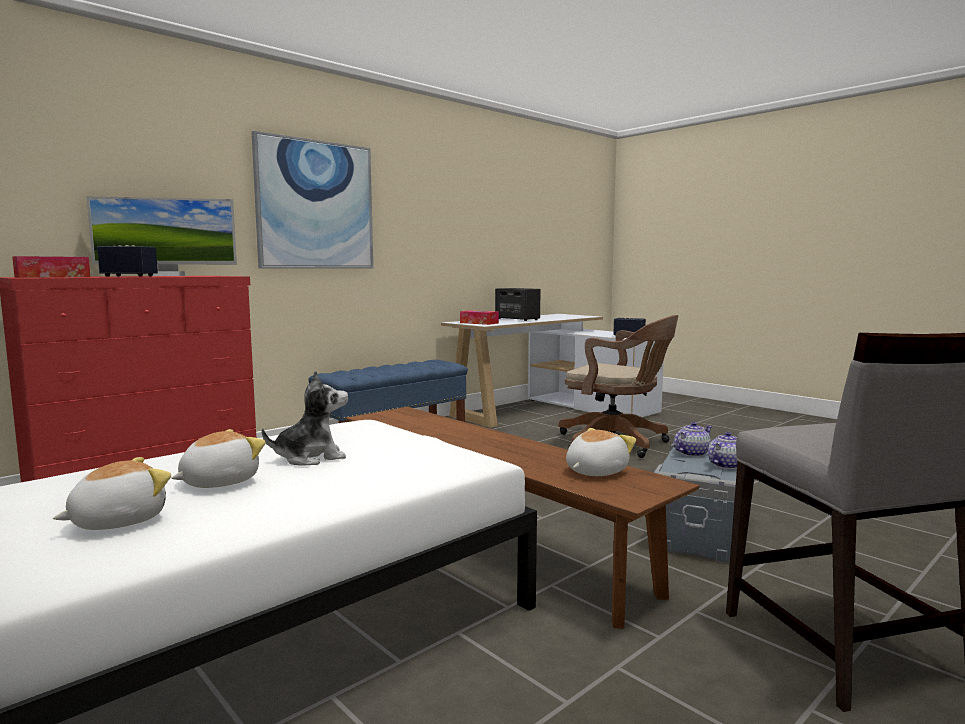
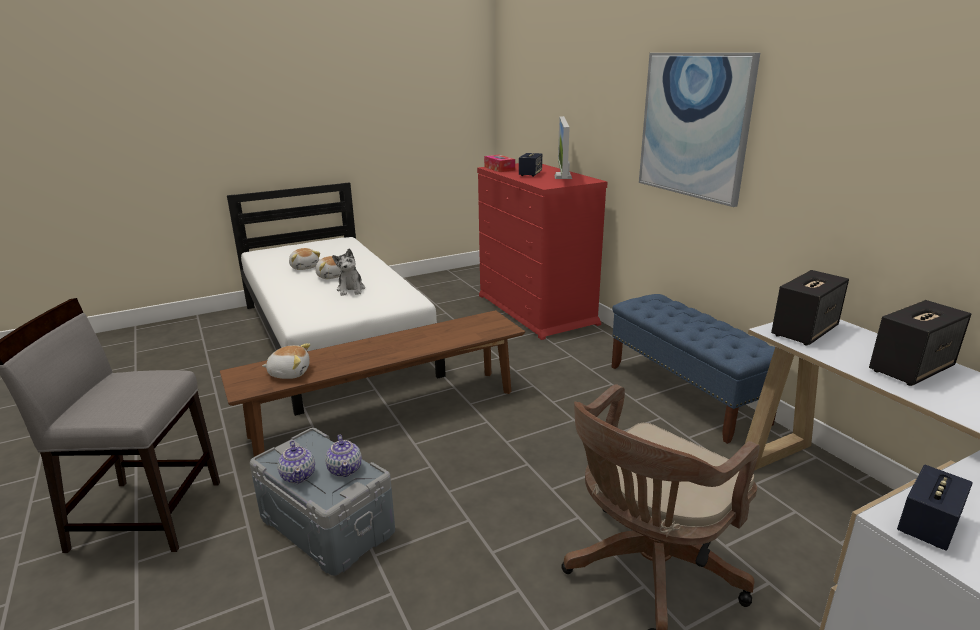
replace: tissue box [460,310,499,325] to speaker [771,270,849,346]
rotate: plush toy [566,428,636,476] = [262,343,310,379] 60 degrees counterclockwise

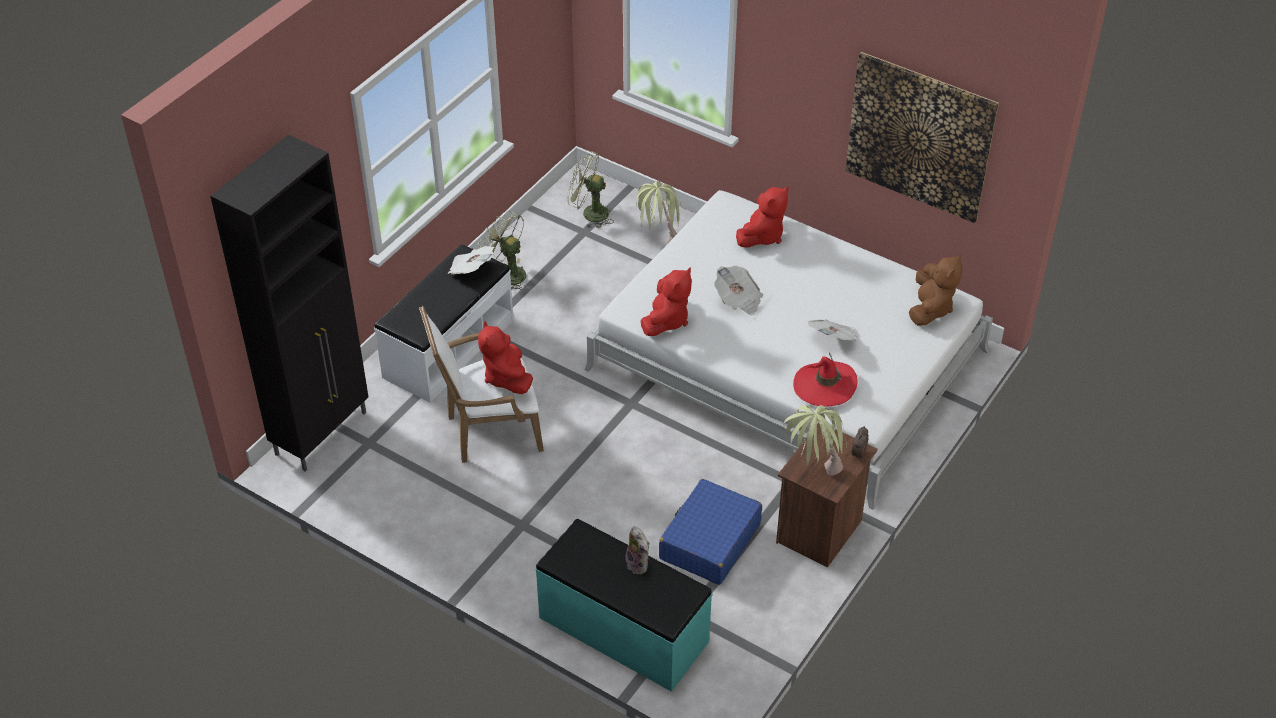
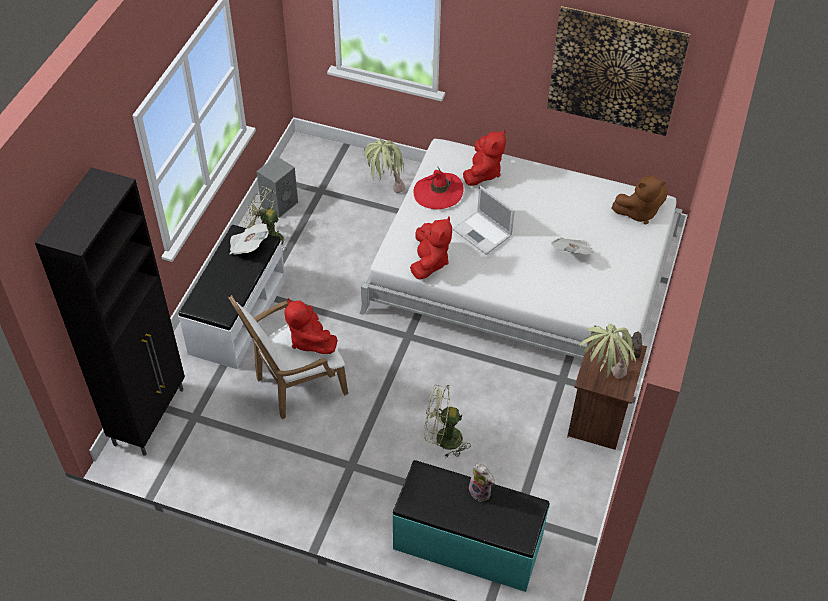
delete: suitcase/blue [659,479,762,585]
insert: speaker/grey [257,156,298,218]
move: fan/green [567,150,614,228] to [425,385,471,458]; hat/red [793,352,858,407] to [413,166,464,209]
replace: newspaper [714,266,763,316] to laptop [453,186,515,255]
rotate: plush toy/brown [909,254,963,326] = [611,175,668,225] 75 degrees clockwise

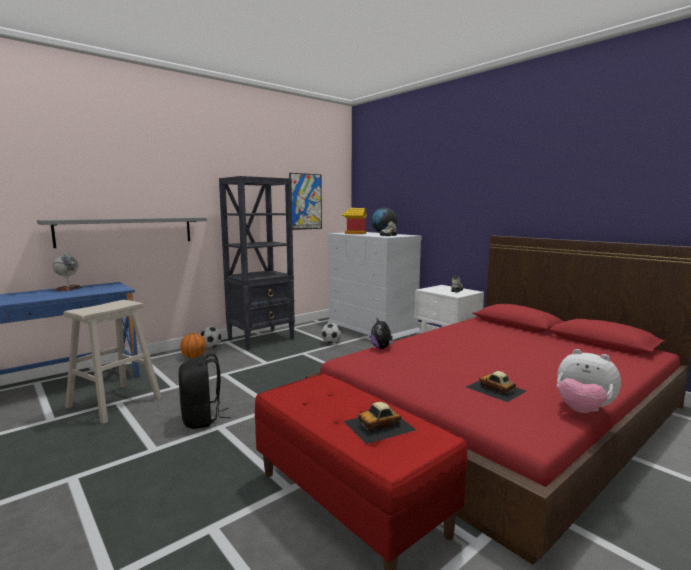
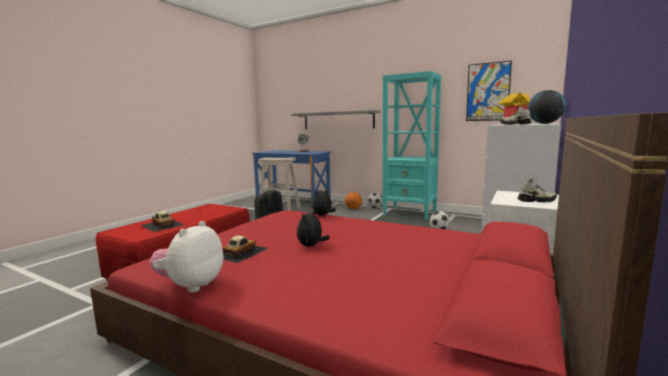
insert: plush toy [297,209,330,247]
recolor: bookcase/black [219,176,295,350] to bookcase/turquoise [382,71,441,220]

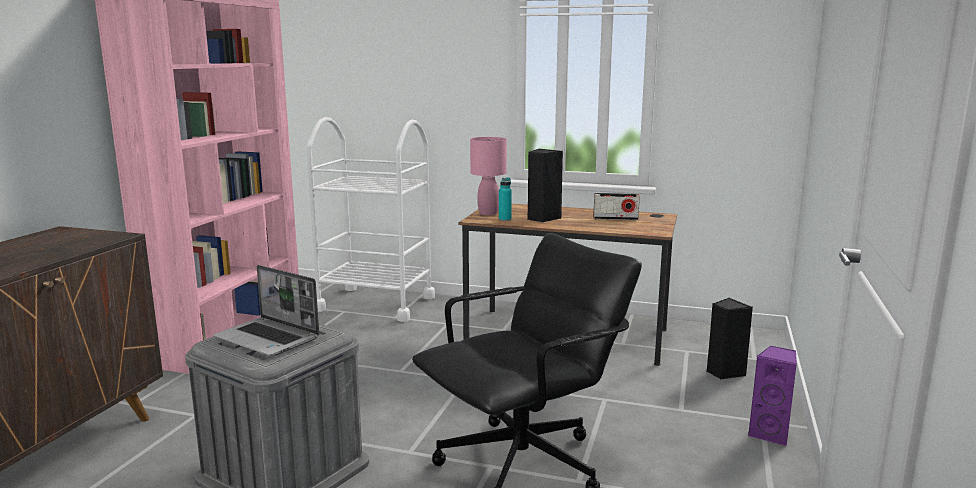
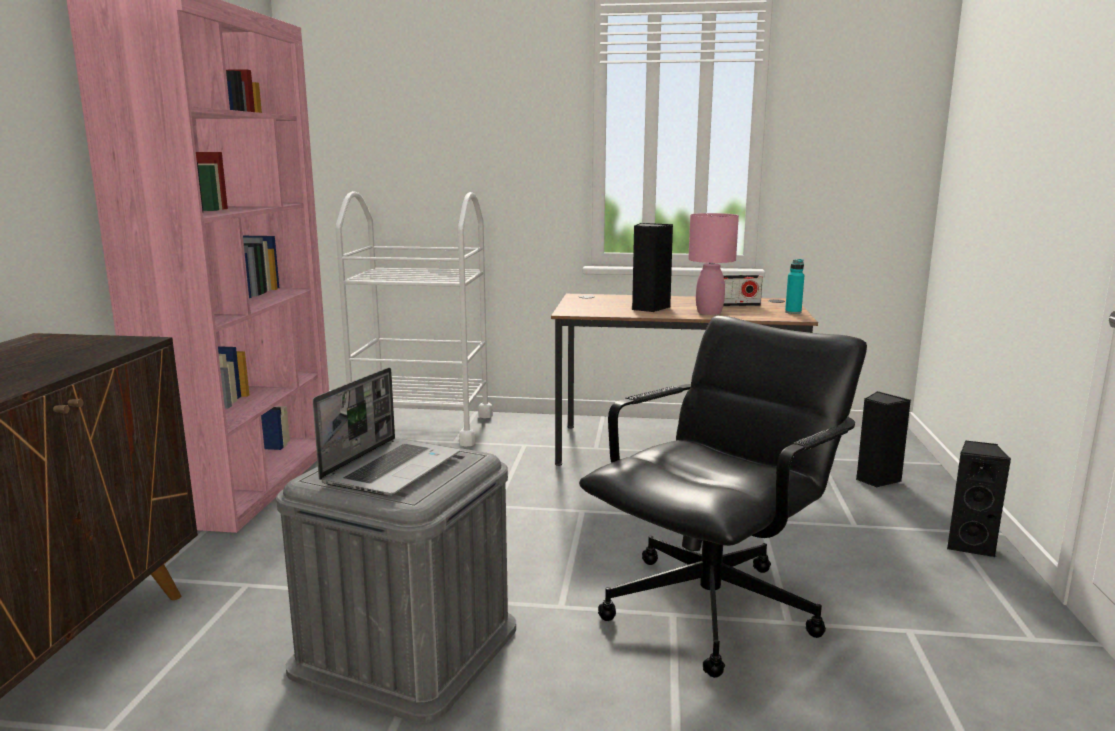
move: table lamp/pink [470,137,507,215] to [688,213,739,315]; bottle/turquoise [499,177,512,221] to [785,259,804,314]
recolor: speaker/purple [748,346,797,446] to speaker/black [947,441,1012,558]
rotate: laptop [213,265,319,356] = [313,367,460,496] 90 degrees counterclockwise

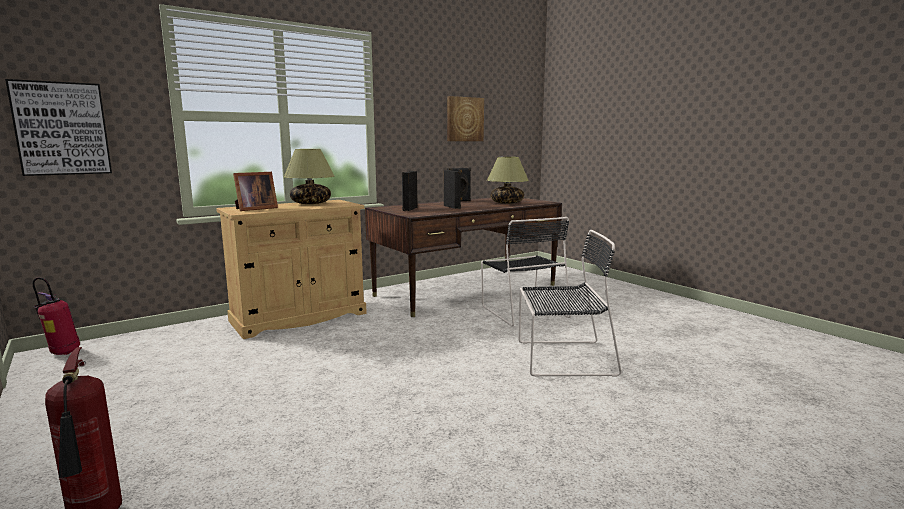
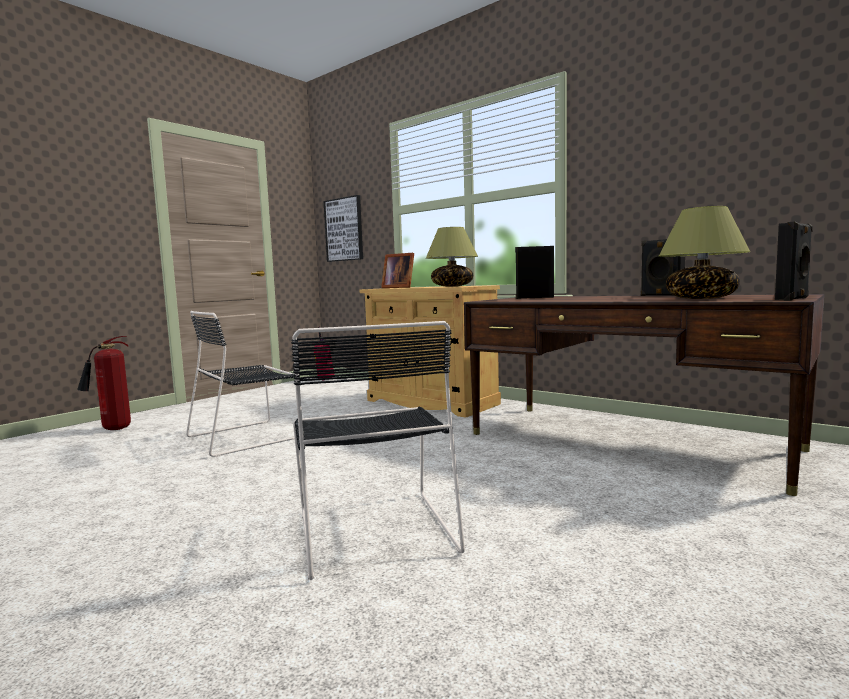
delete: picture [447,96,484,141]
move: speaker/black [444,170,461,209] to [775,222,813,301]; chair/black [481,217,571,327] to [186,311,295,457]

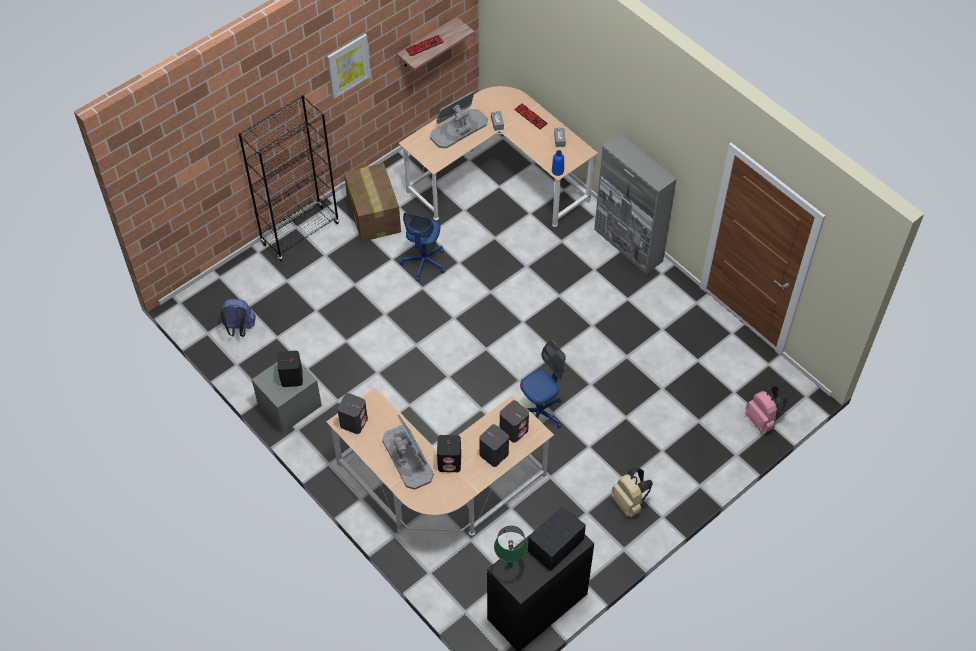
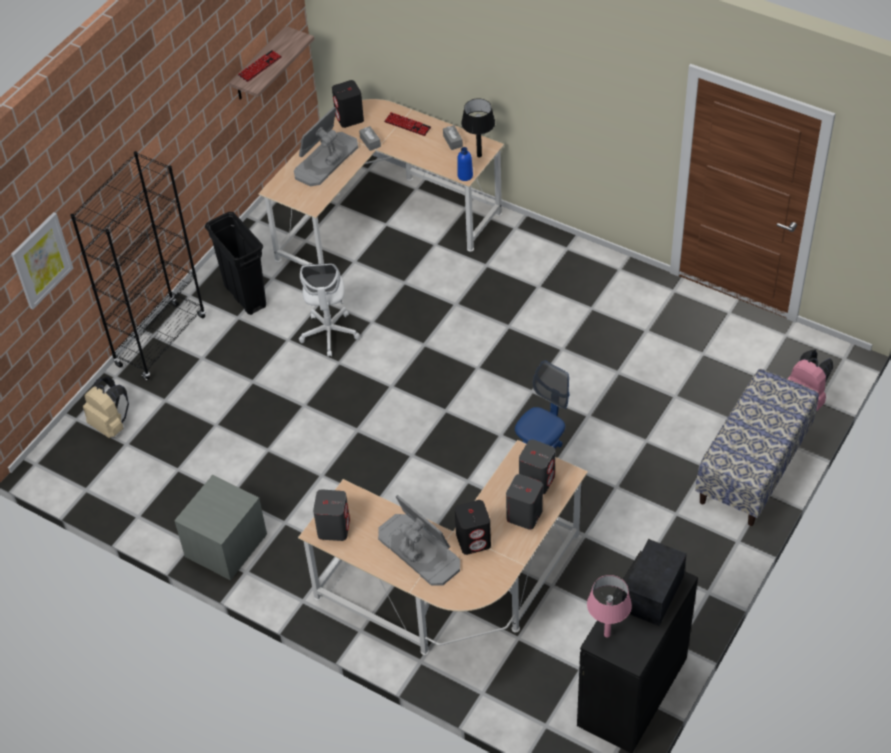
delete: backpack/blue [220,299,256,337]; cabinet/grey [594,133,677,274]
insert: table lamp/black [461,99,495,158]; bench [695,369,819,526]
move: speaker/black [277,351,303,387] to [332,80,364,128]; picture [327,34,371,99] to [11,212,73,310]; backpack/beige [611,468,653,517] to [83,376,129,438]
replace: cardboard box [344,163,401,242] to trash can/black [205,212,266,315]
recolor: office chair/blue [400,213,446,282] to office chair/white [299,263,360,357]; table lamp/green [494,526,528,568] to table lamp/pink [587,575,632,638]

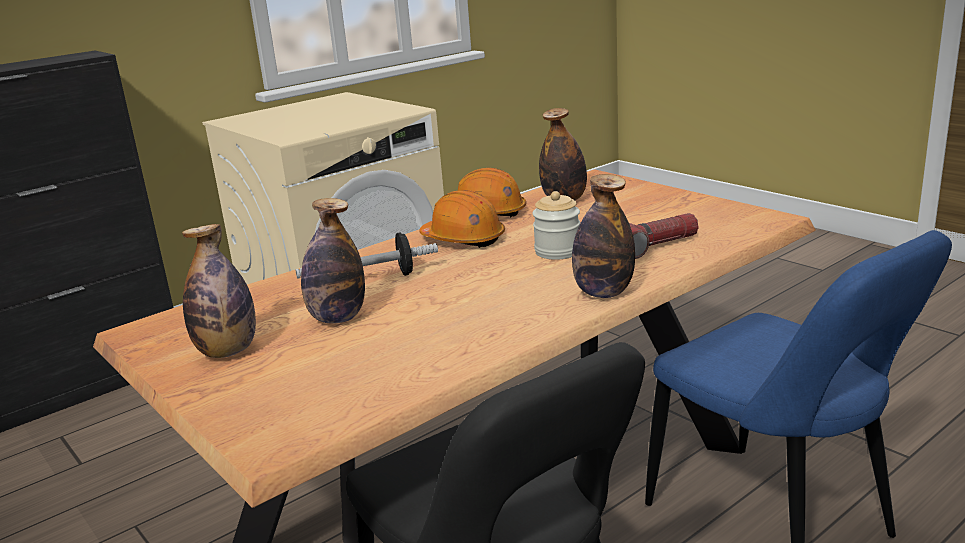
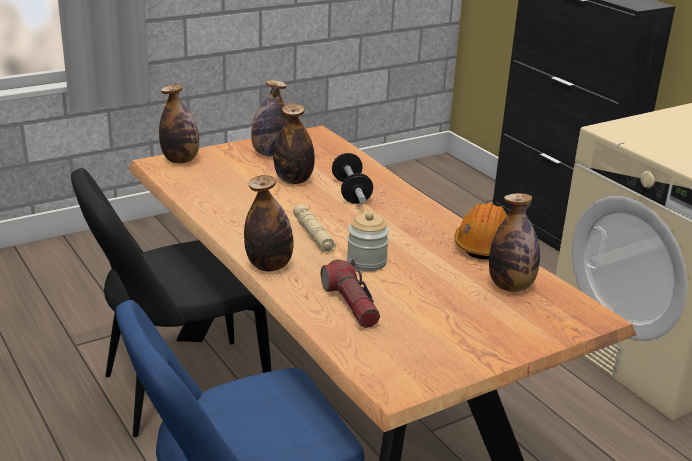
delete: hard hat/orange [419,190,505,248]
insert: bottle [159,84,199,163]; flashlight/beige [293,204,336,252]

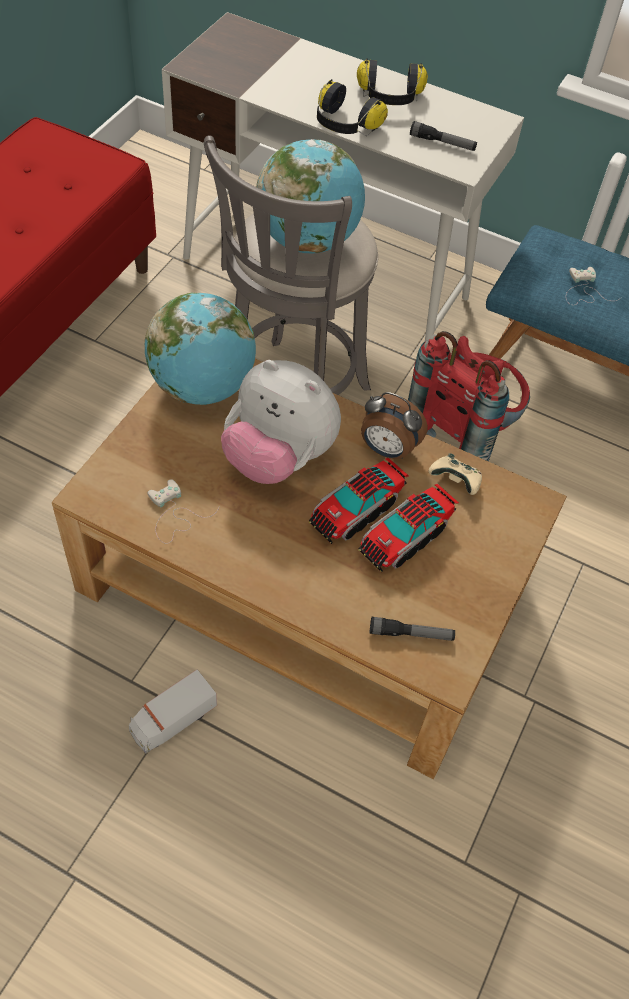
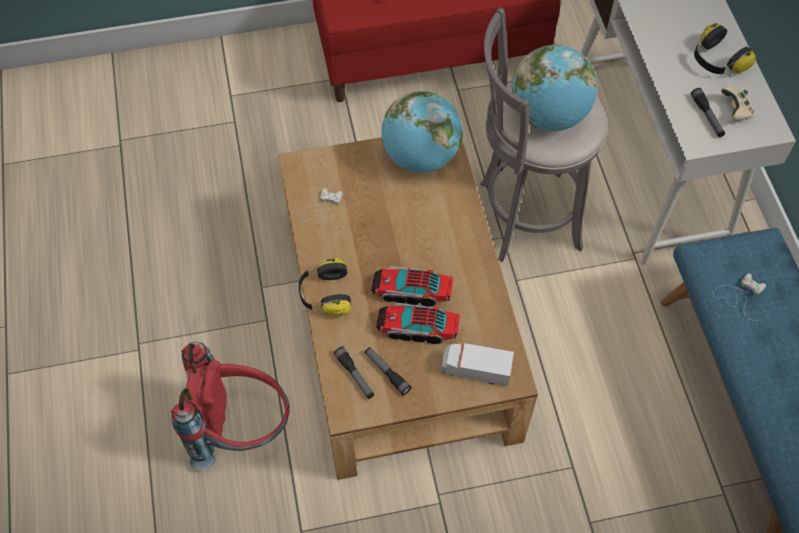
delete: plush toy [221,360,341,484]; alarm clock [361,392,428,459]
insert: flashlight [365,347,412,396]
move: toy truck [129,669,217,754] to [441,342,514,386]; headphones [317,79,388,136] to [299,258,351,317]; backpack/red [408,331,530,462] to [171,341,290,470]; game controller/beige [429,453,482,495] to [721,87,755,120]

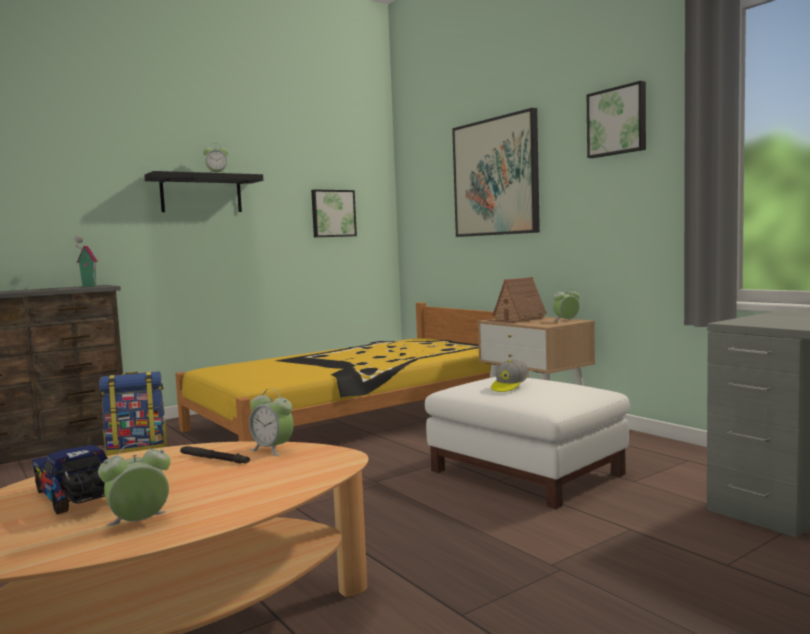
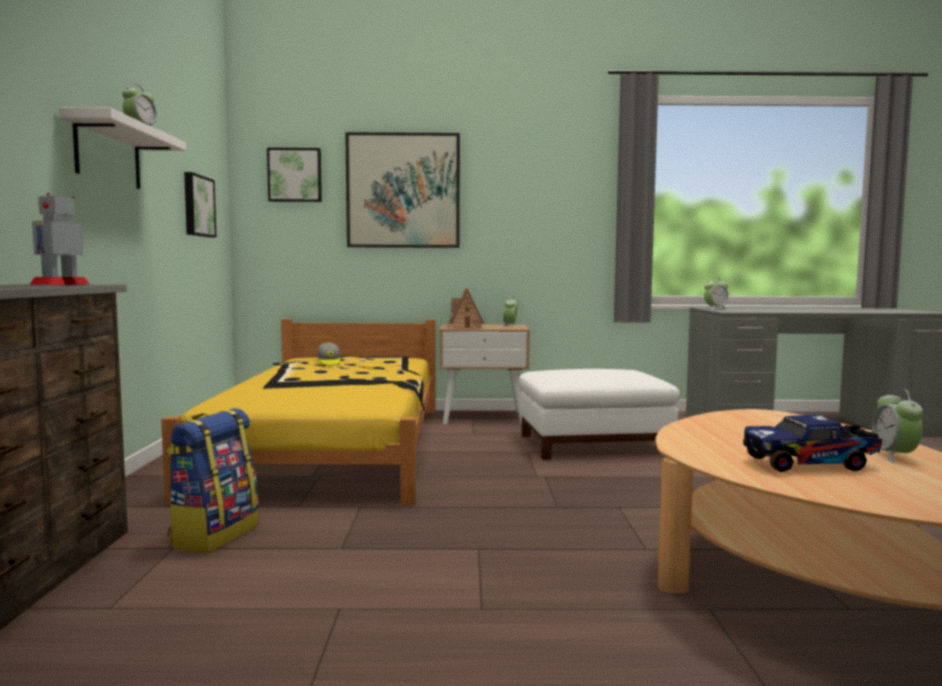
delete: flashlight/black [180,446,250,463]
move: alarm clock [249,388,294,456] to [704,277,728,309]; cap [491,359,528,392] to [317,343,341,365]; picture [587,81,646,158] to [267,148,322,202]
replace: toy house [75,236,98,287] to toy robot [29,193,90,285]
recolor: shelf/black [144,171,263,212] to shelf/white [59,107,186,189]

